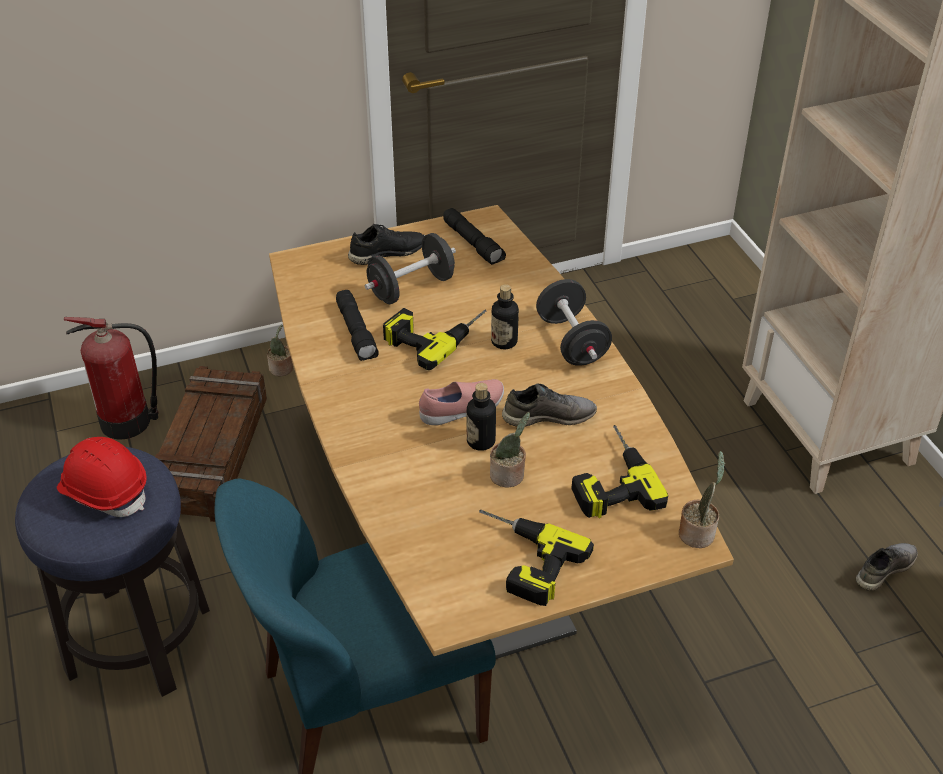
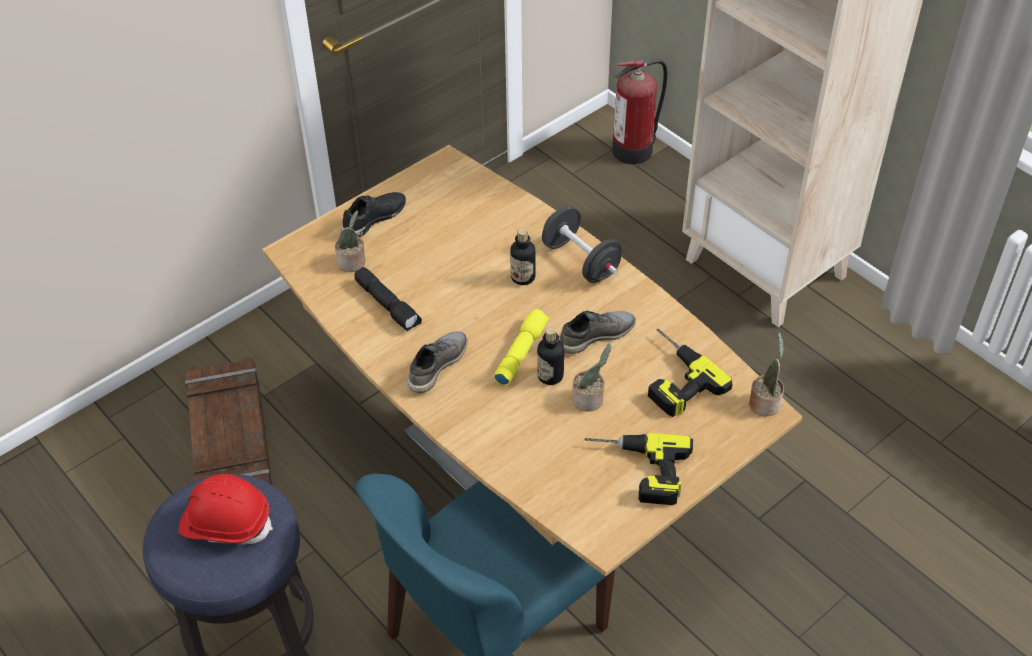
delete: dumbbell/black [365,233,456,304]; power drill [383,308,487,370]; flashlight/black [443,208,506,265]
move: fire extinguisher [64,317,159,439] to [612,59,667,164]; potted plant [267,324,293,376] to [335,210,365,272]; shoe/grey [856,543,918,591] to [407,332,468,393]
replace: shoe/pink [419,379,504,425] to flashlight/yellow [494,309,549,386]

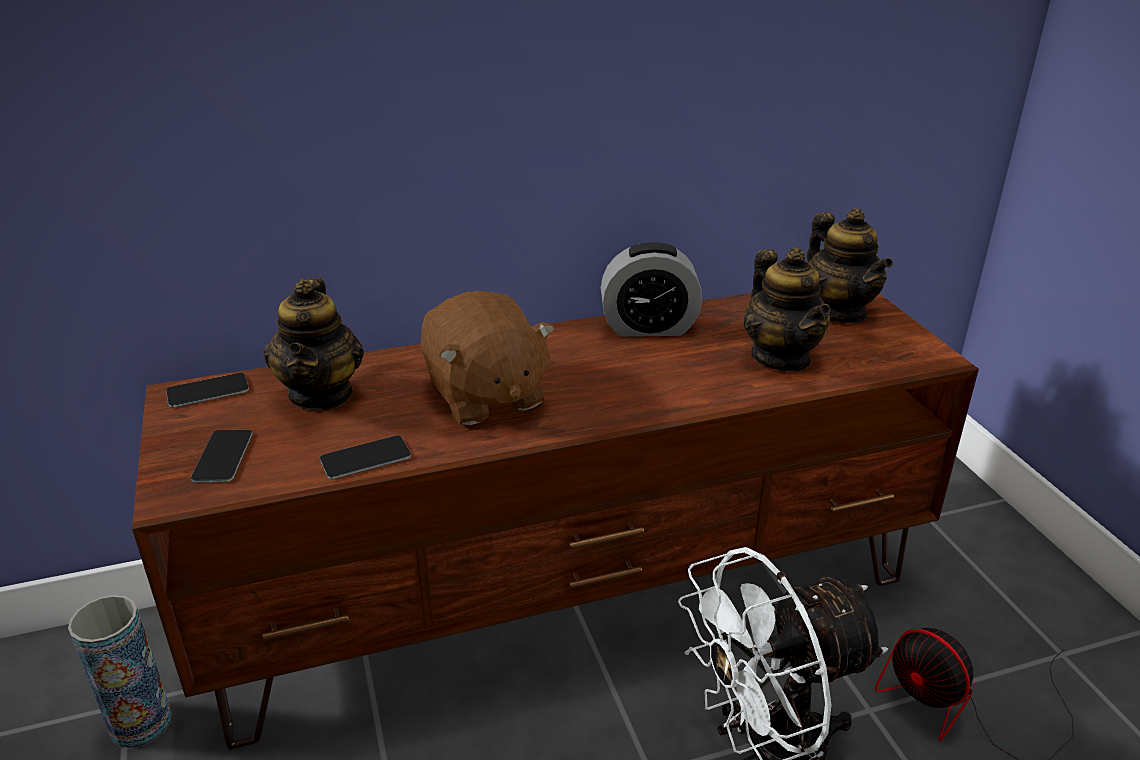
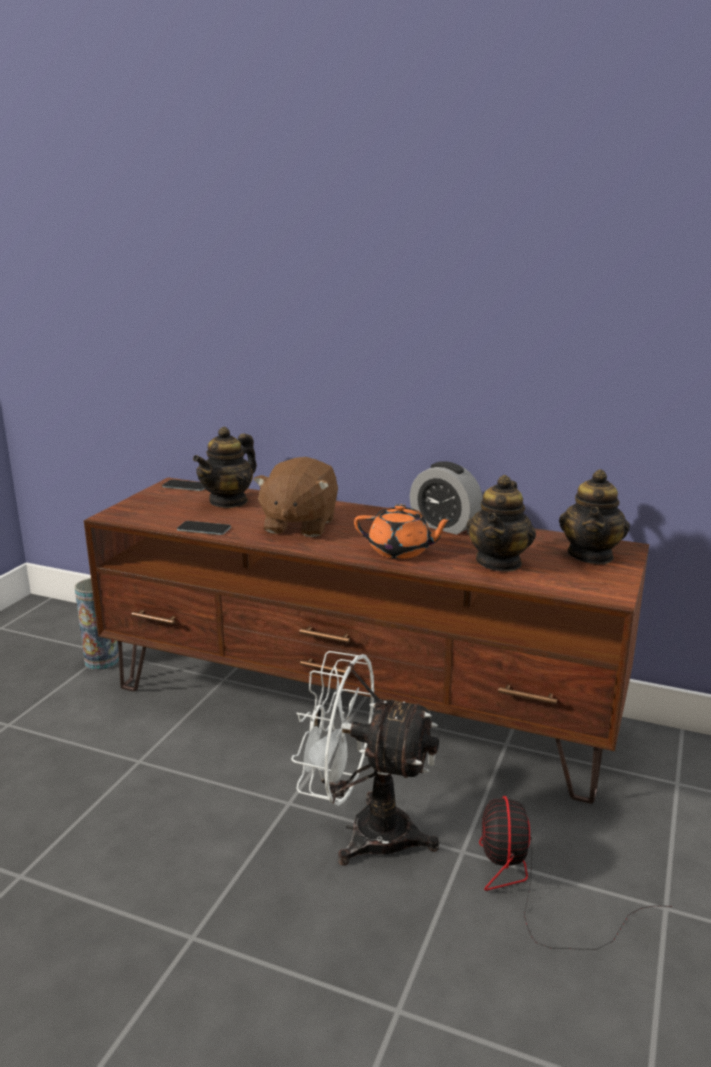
delete: phone [191,430,252,483]
insert: teapot/orange [354,504,454,559]

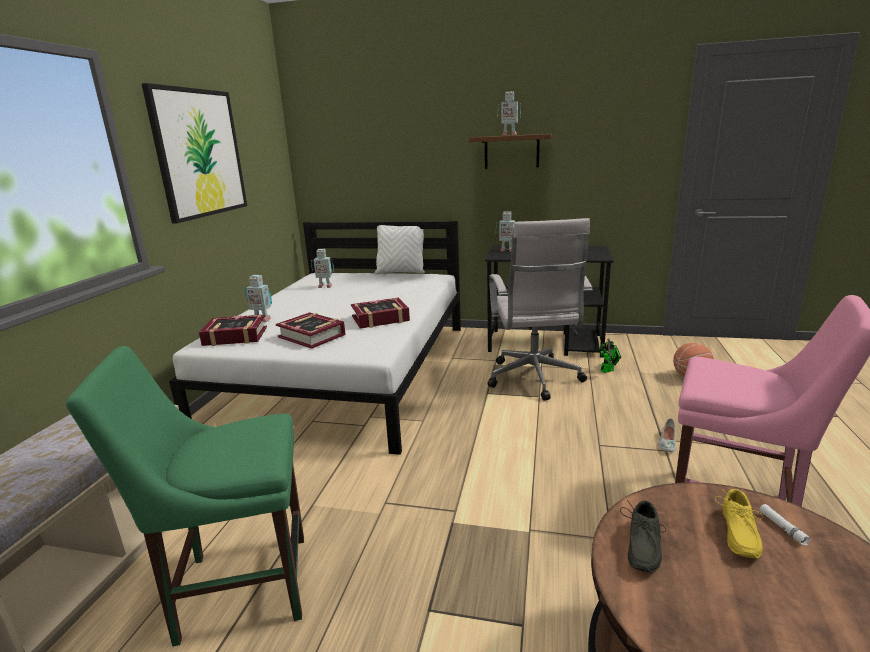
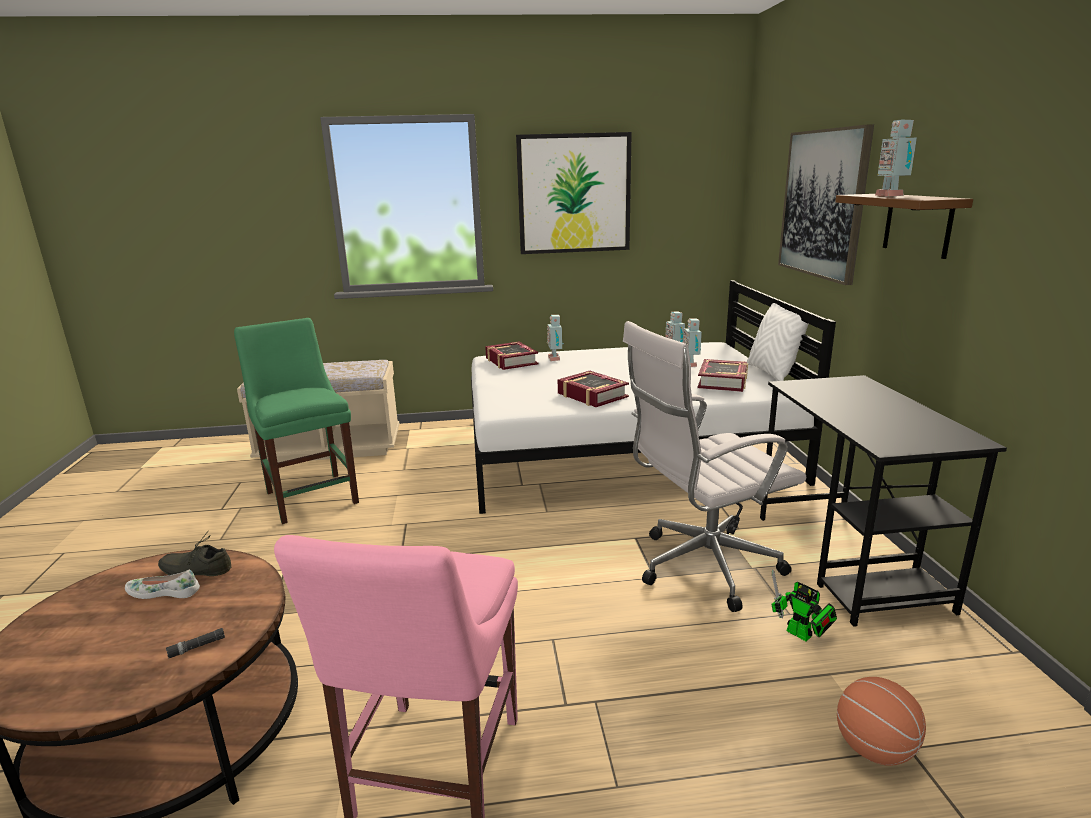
delete: shoe/yellow [715,489,763,558]
insert: picture [778,124,874,285]
move: book [276,312,346,349] to [697,359,748,392]; toy robot [496,212,515,252] to [683,319,702,367]; shoe/white [658,418,676,452] to [125,569,200,599]
recolor: flashlight/white [759,504,811,546] to flashlight/black [166,628,225,659]

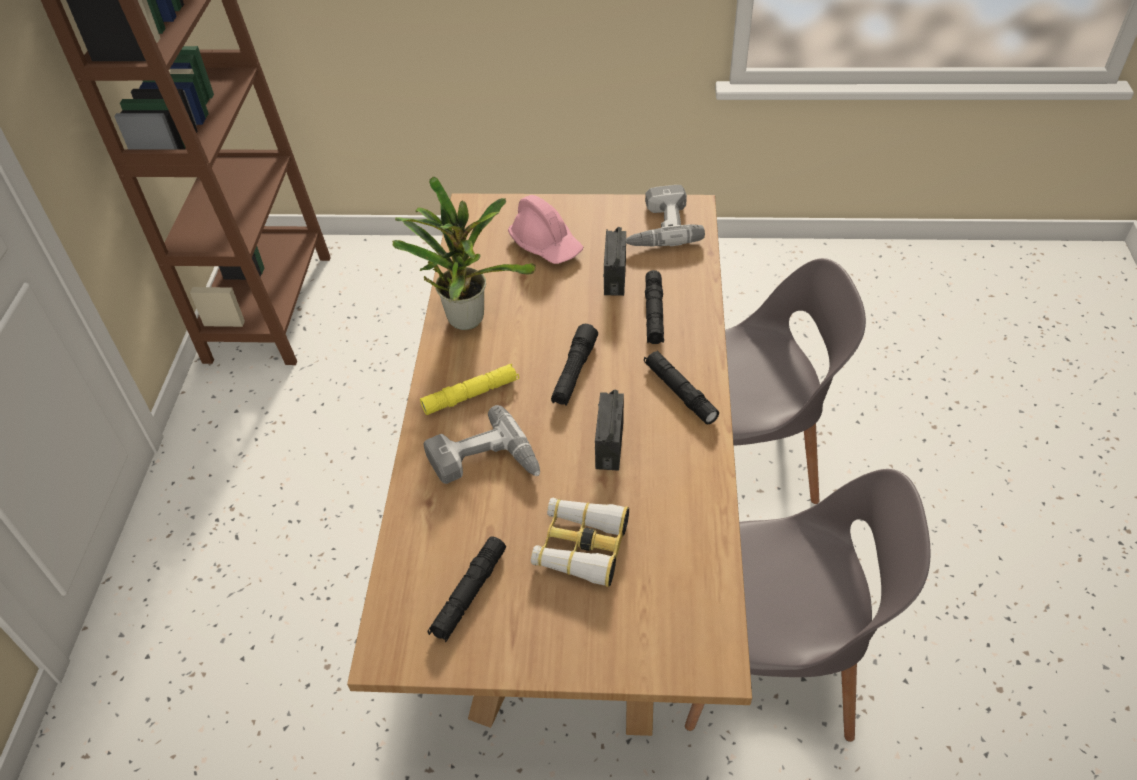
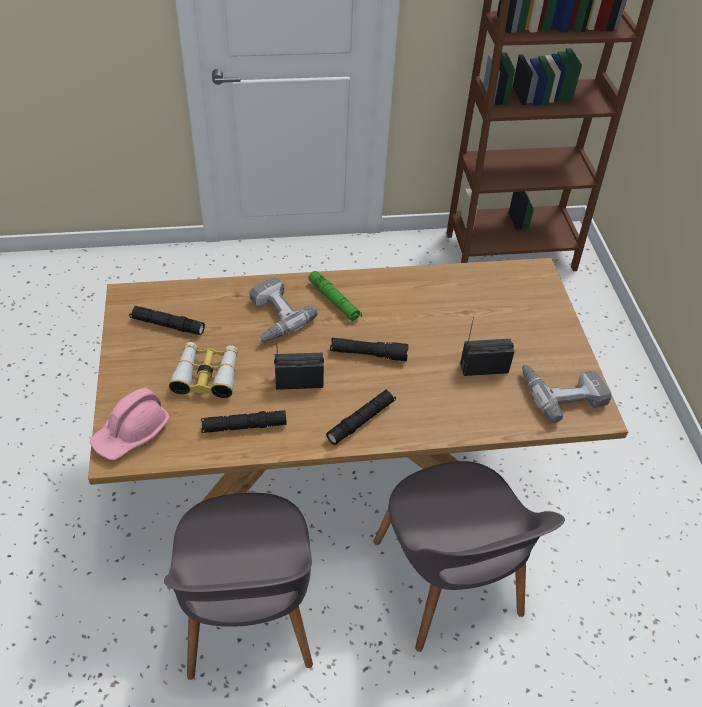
delete: potted plant [392,177,536,330]
move: hard hat/pink [508,195,583,264] to [90,388,170,460]; flashlight/black [645,270,664,344] to [201,410,287,433]
recolor: flashlight/yellow [420,364,519,415] to flashlight/green [308,271,362,321]

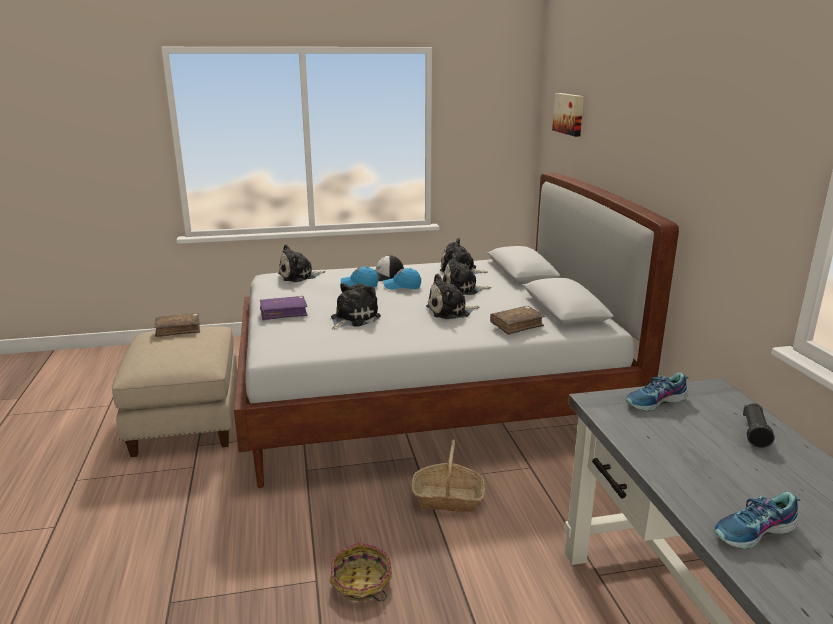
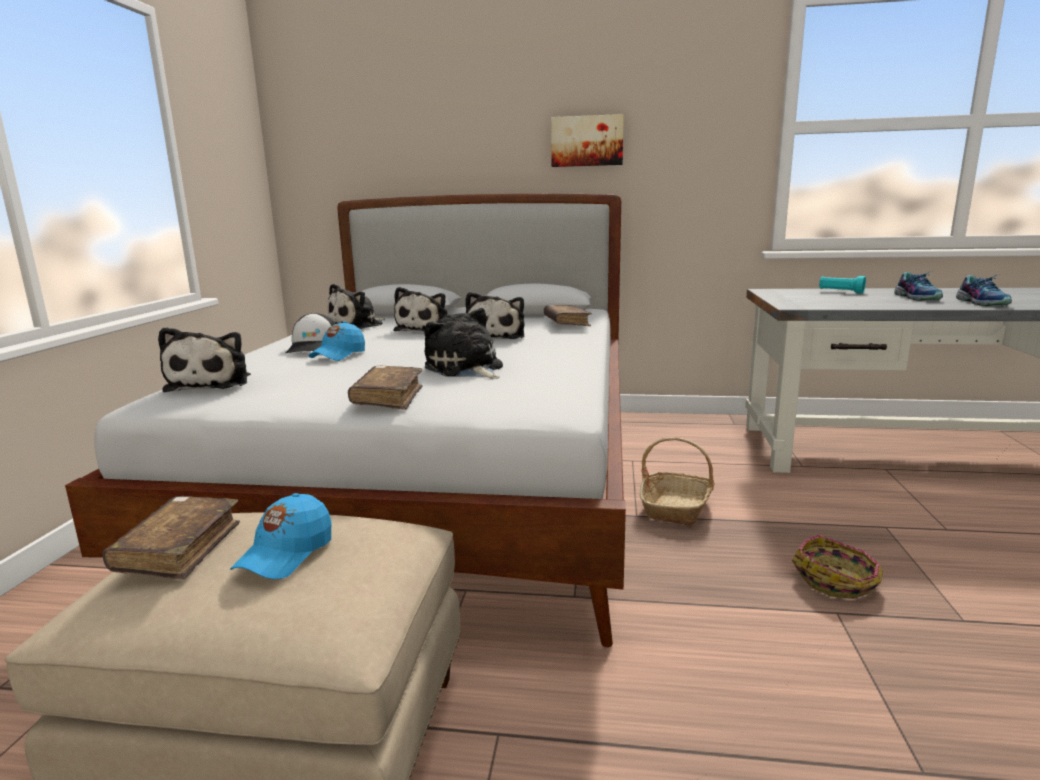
move: cap/blue [383,268,421,290] to [230,493,332,579]; picture [552,93,584,137] to [551,114,624,167]; shoe [626,372,689,411] to [894,271,943,301]
recolor: book/purple [260,296,308,320] to book/brown [348,366,423,410]; flashlight/black [743,403,775,448] to flashlight/turquoise [819,276,866,294]

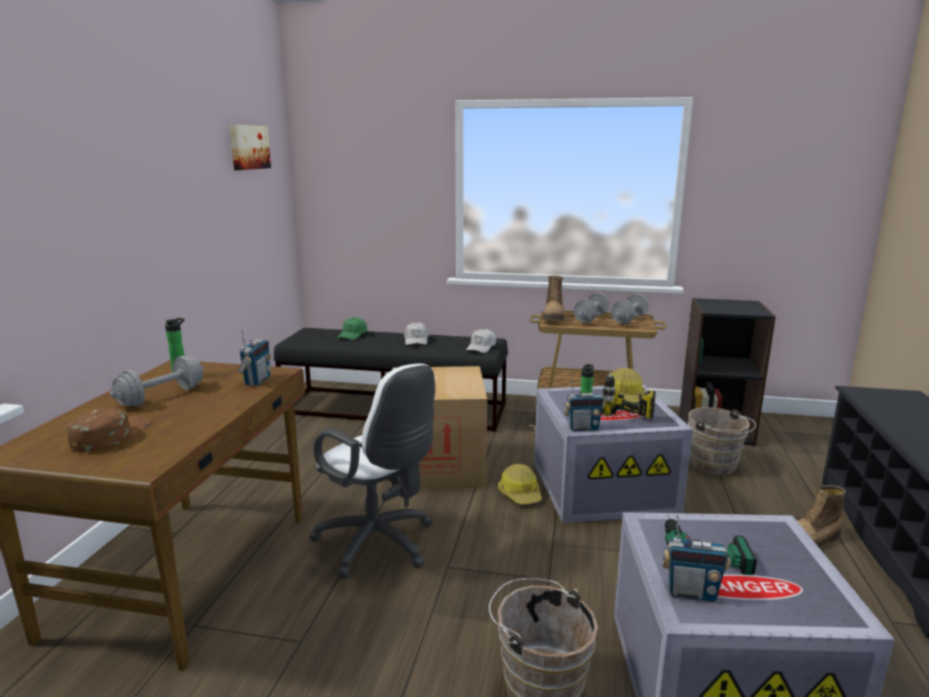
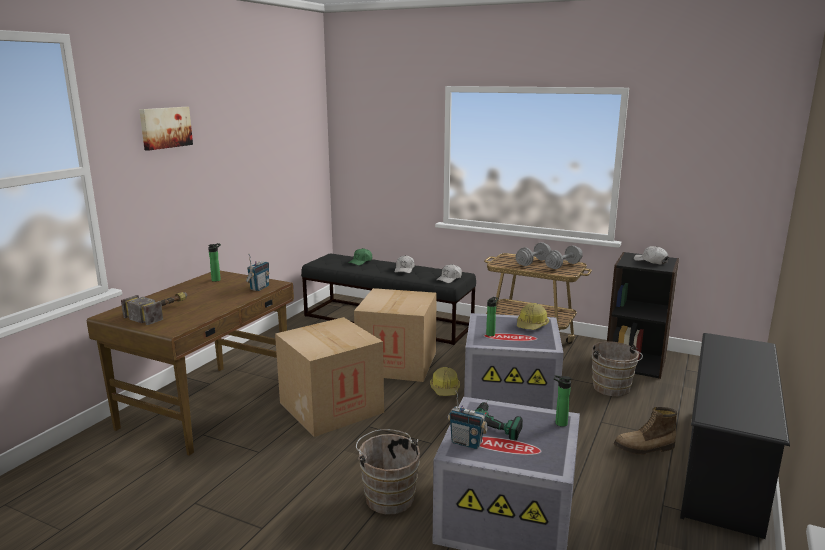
delete: dumbbell/grey [110,356,204,407]; boot [543,275,564,320]; radio [564,377,605,431]; power drill [601,372,656,419]
insert: bottle [554,375,572,427]; cap/white [634,246,669,264]
move: picture [229,125,271,170] to [139,107,193,151]
replace: cap/brown [67,407,151,452] to hammer [121,292,187,325]; office chair/white [309,364,435,579] to cardboard box [275,317,384,437]

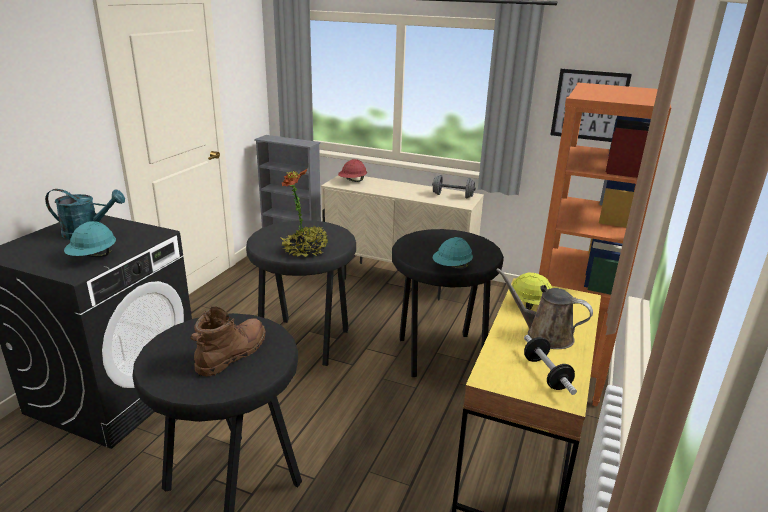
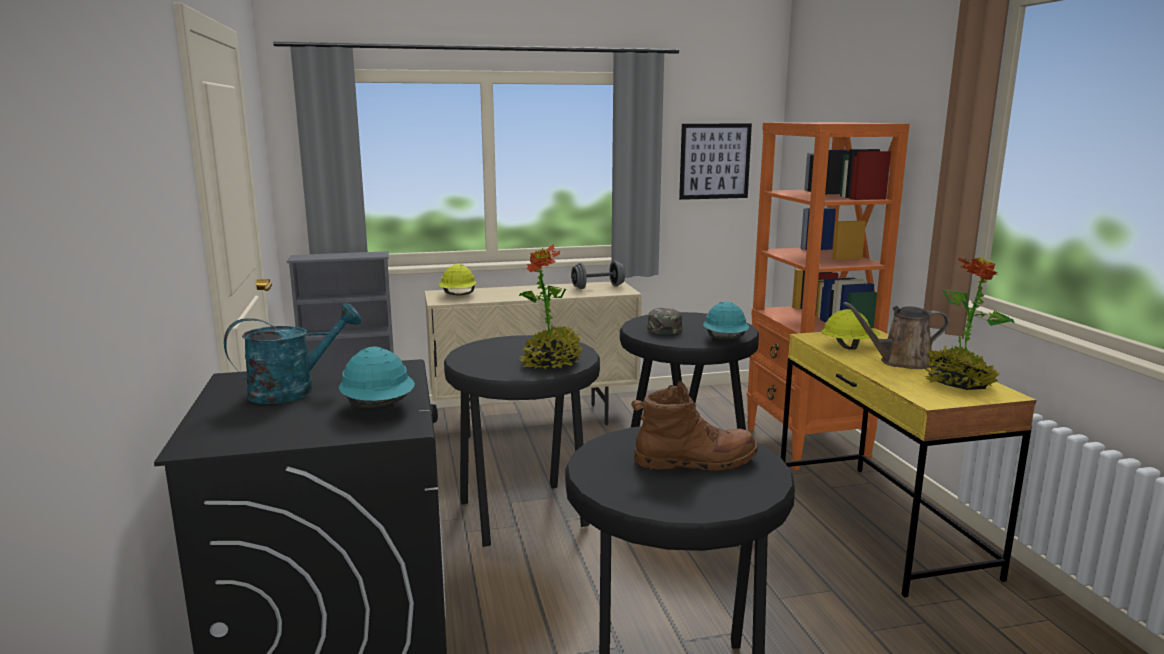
insert: cap/green [647,308,682,334]
replace: dumbbell [524,335,577,395] to potted plant [924,256,1015,390]
recolor: hard hat/red [338,159,367,182] to hard hat/yellow [439,264,477,295]
rotate: boot/brown [190,307,266,376] = [631,381,758,471] 90 degrees clockwise

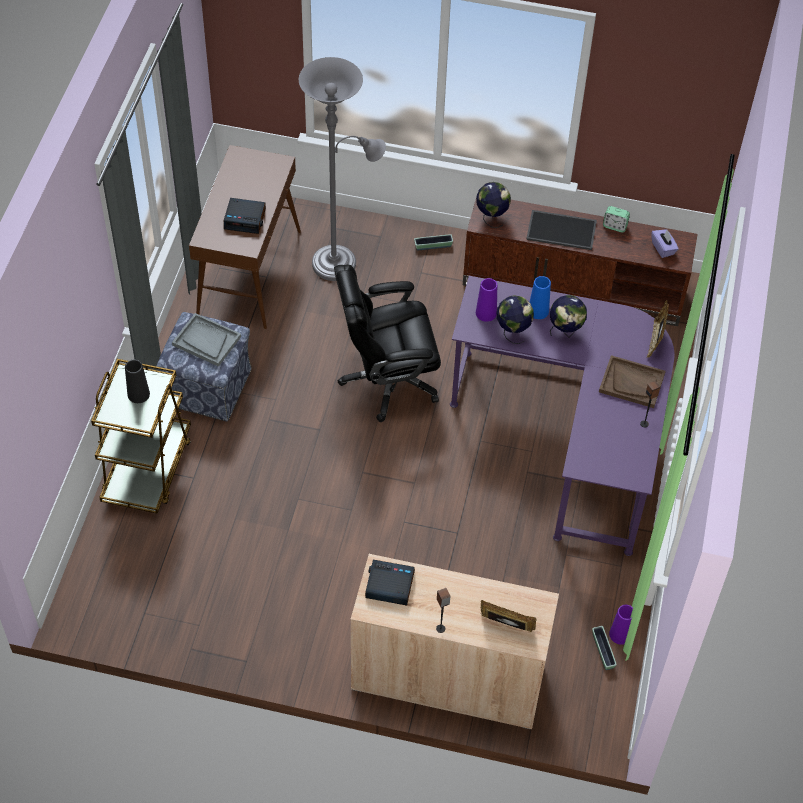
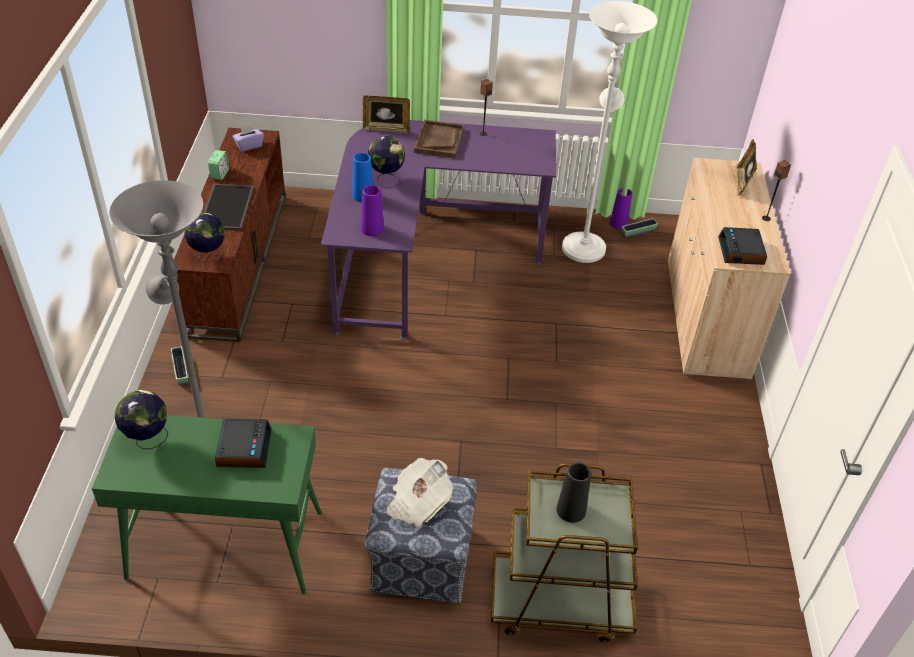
delete: office chair/black [334,264,441,422]
insert: floor lamp/white [562,1,657,263]
move: globe [497,296,534,344] to [115,390,168,449]
replace: tray/grey [172,313,241,367] to newspaper [387,458,453,527]
recolor: console table/brown [189,145,301,329] to console table/green [92,415,322,594]

